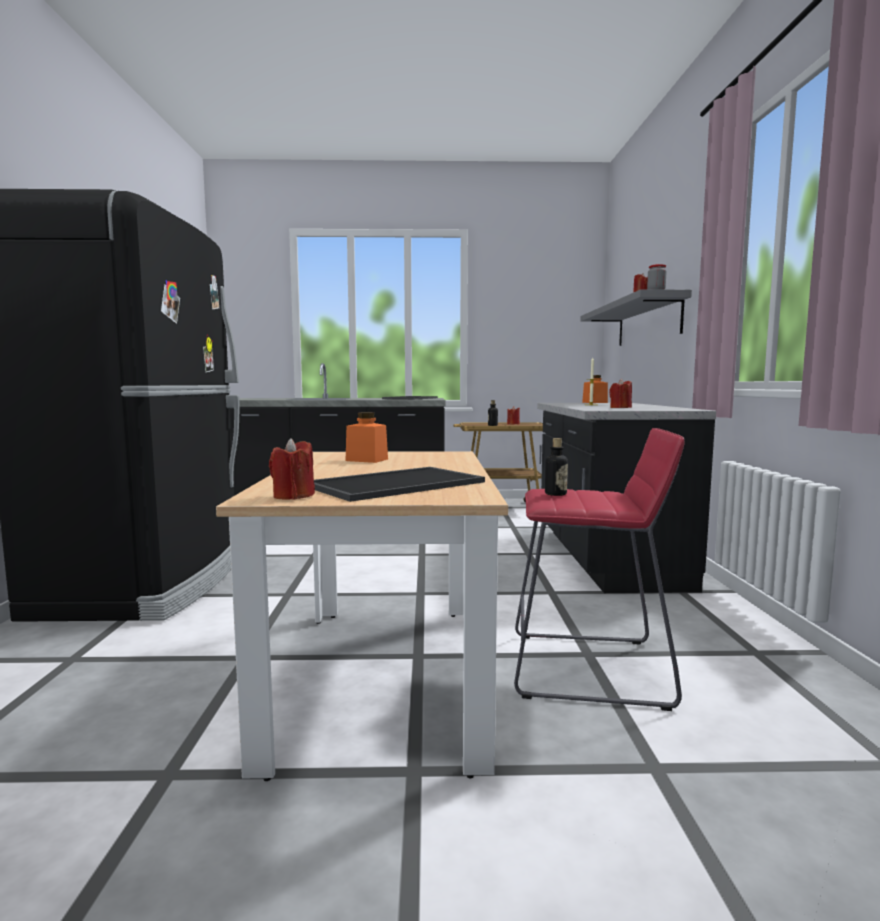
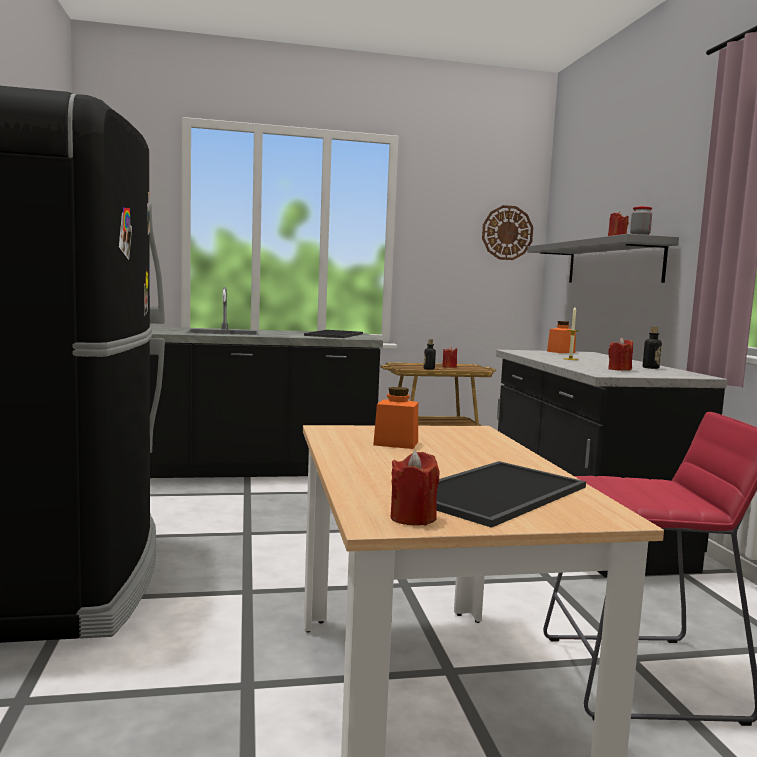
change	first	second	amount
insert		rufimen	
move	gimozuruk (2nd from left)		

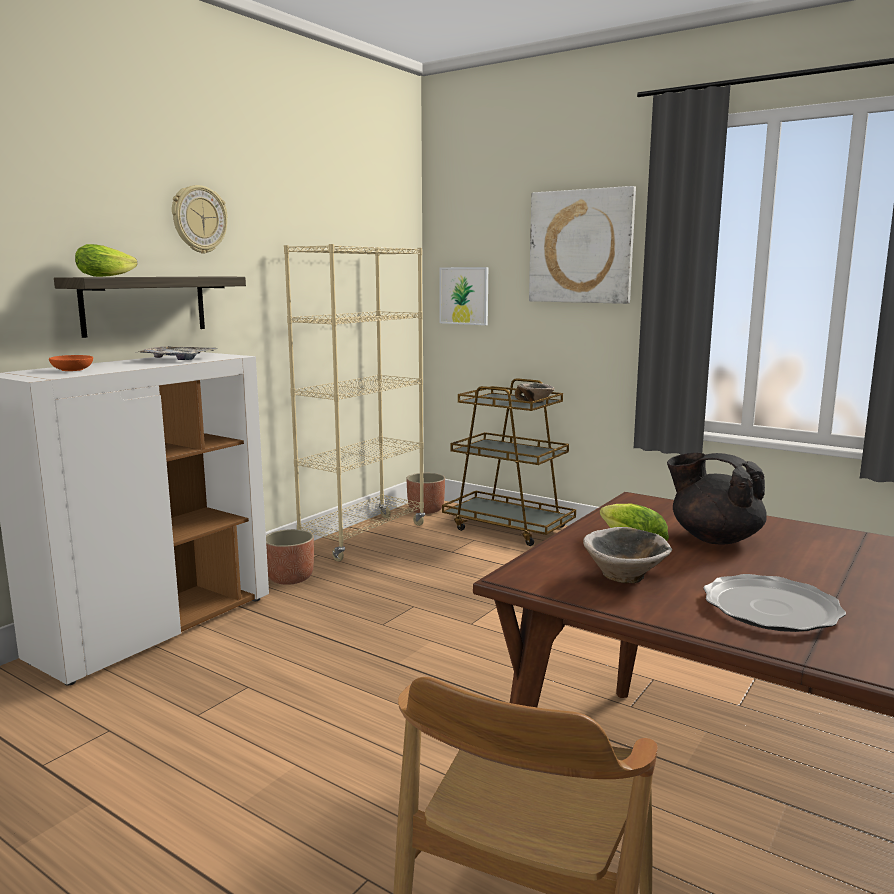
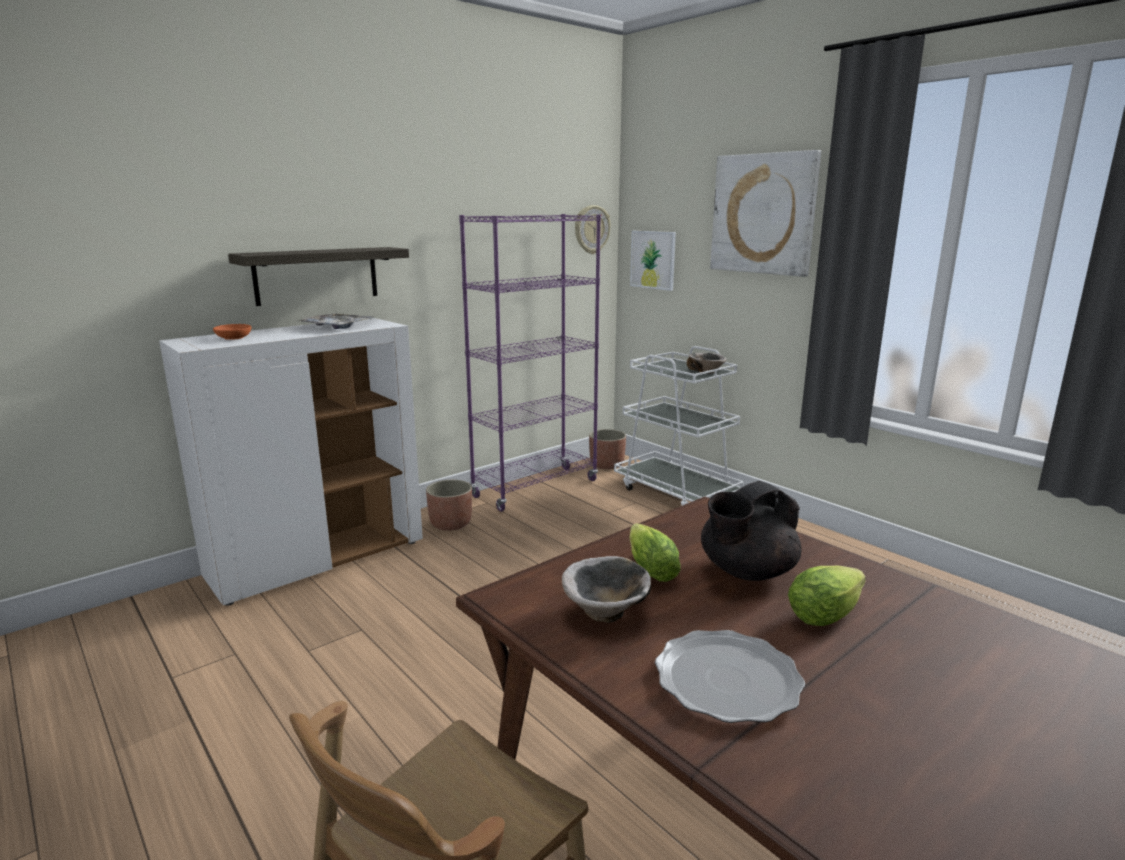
change	first	second	amount
recolor	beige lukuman	purple lukuman	
move	rufimen		
recolor	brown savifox	white savifox	
rotate	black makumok		90 degrees counterclockwise
move	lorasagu (1st from left in the first image)	lorasagu (2nd from left)	

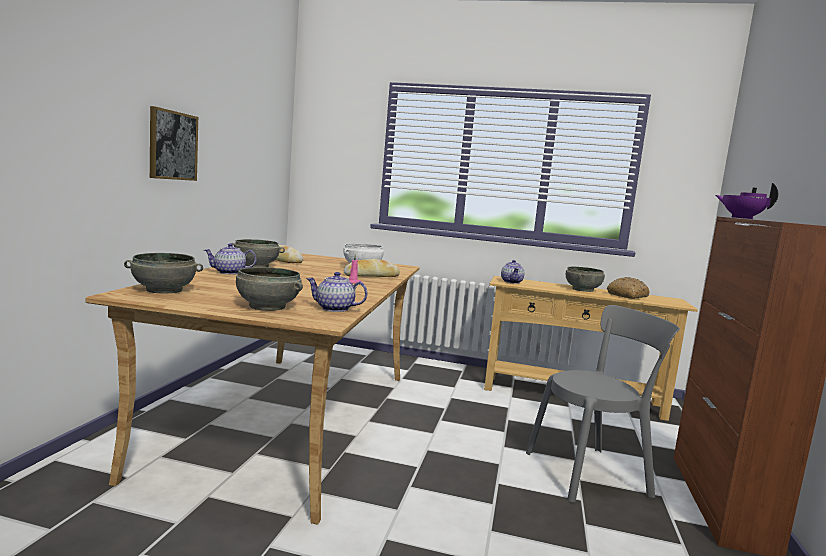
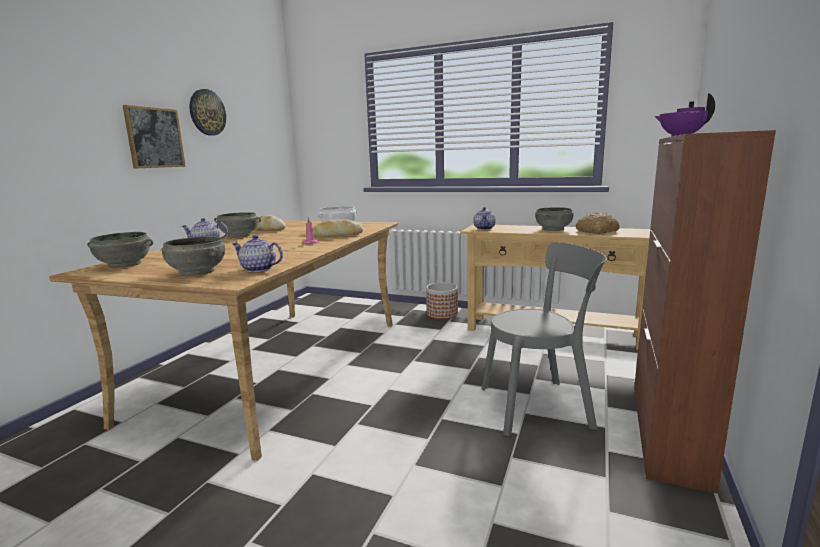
change	first	second	amount
insert		rufimen	
insert		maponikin	

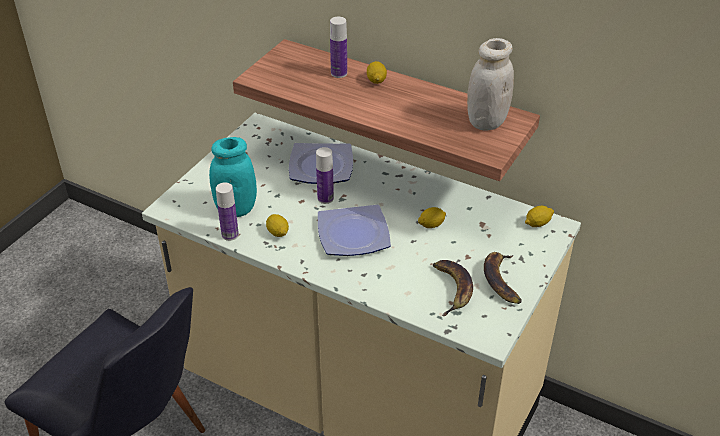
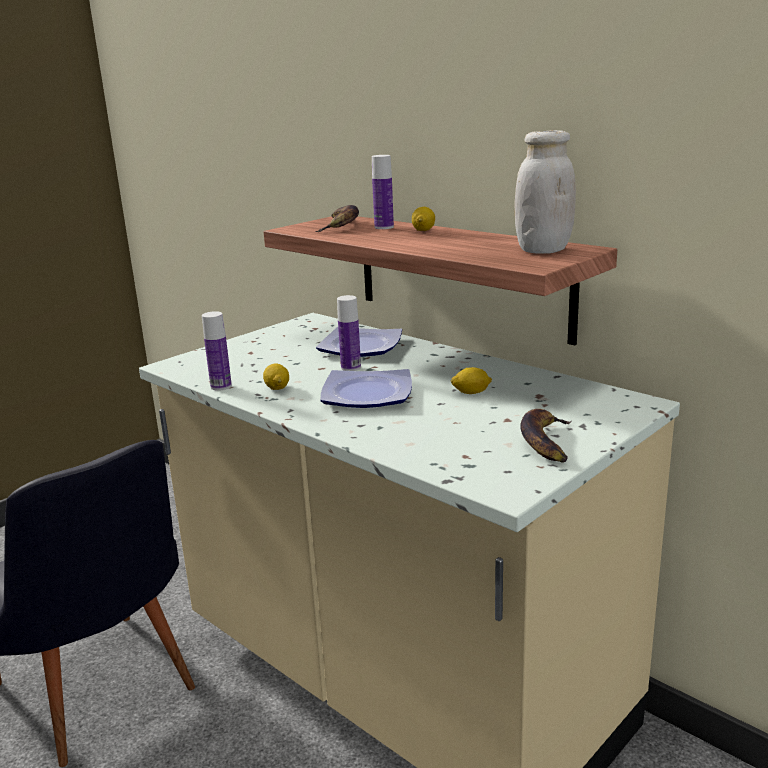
change	first	second	amount
move	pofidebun (1st from left)		
delete	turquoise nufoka		
delete	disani (4th from left)		

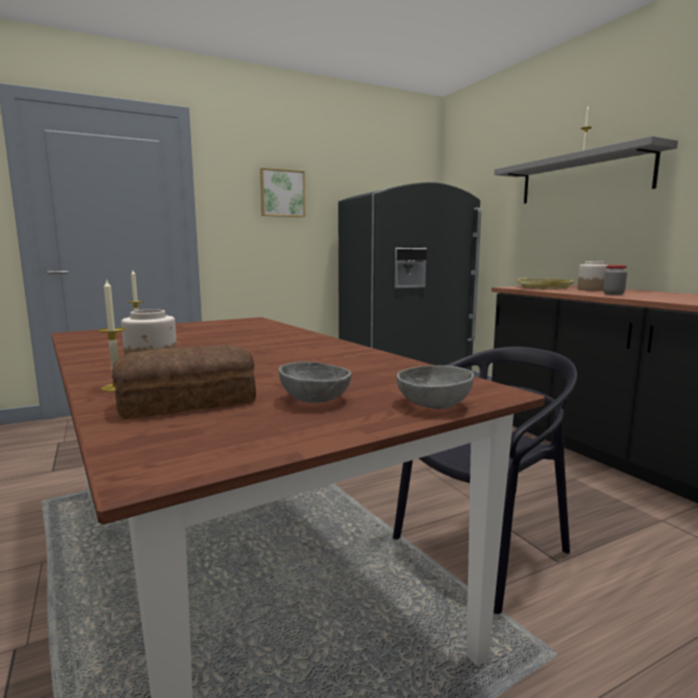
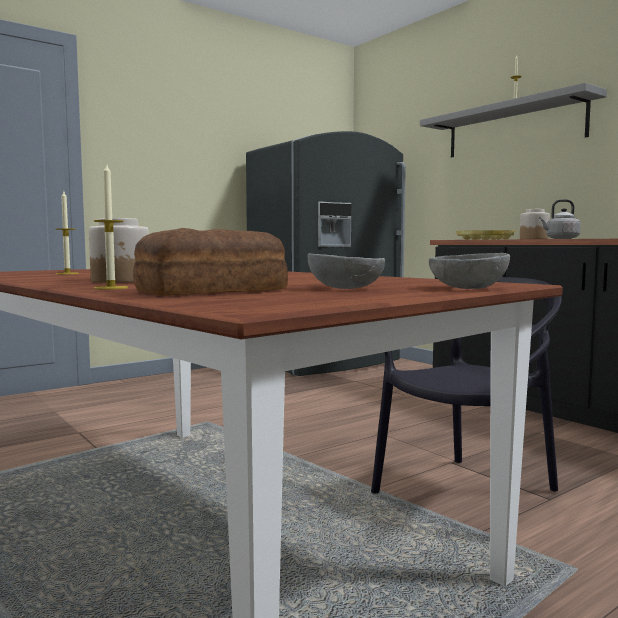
change	first	second	amount
replace	nufoka (3rd from left)	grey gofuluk	
delete	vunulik		

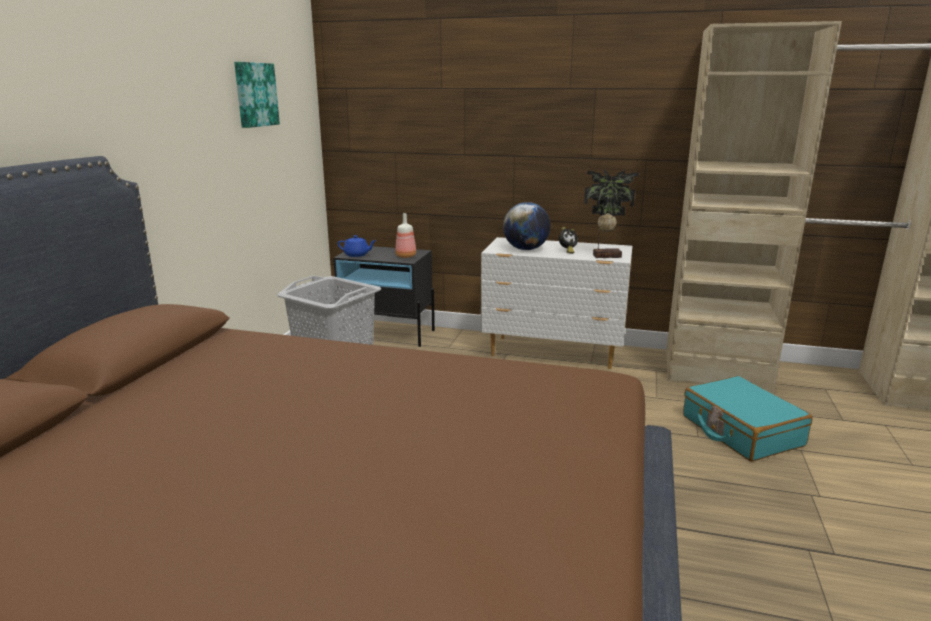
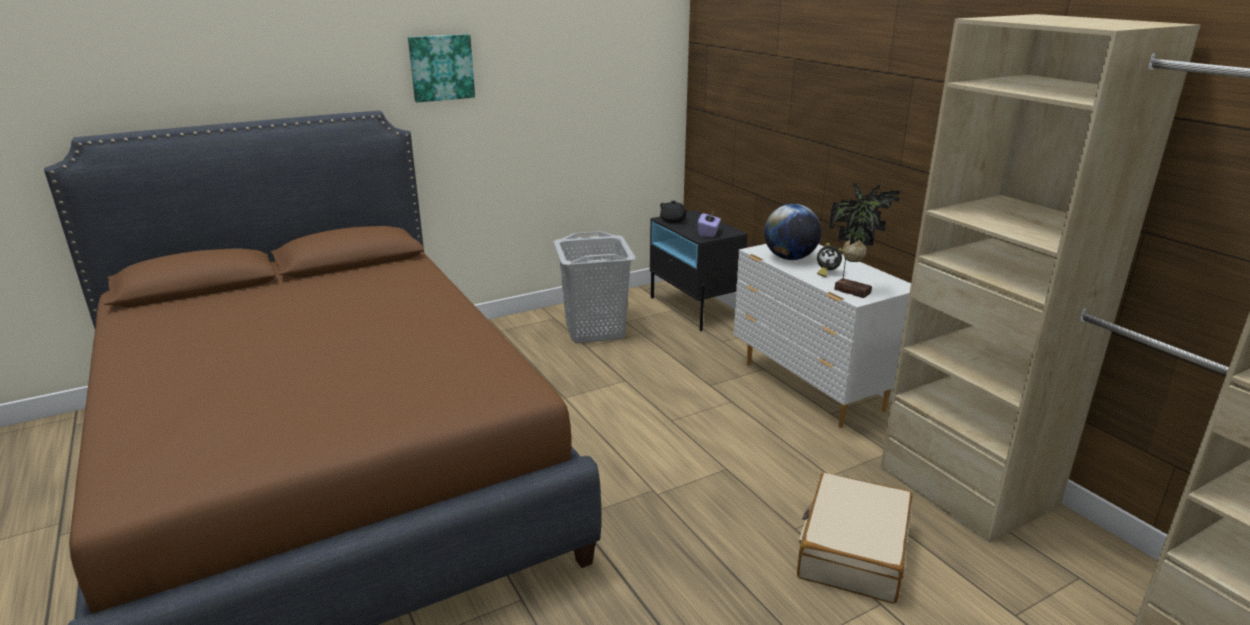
change	first	second	amount
move	vunulik		
recolor	blue makumok	black makumok	
replace	gimozuruk	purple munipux	
recolor	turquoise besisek	beige besisek	

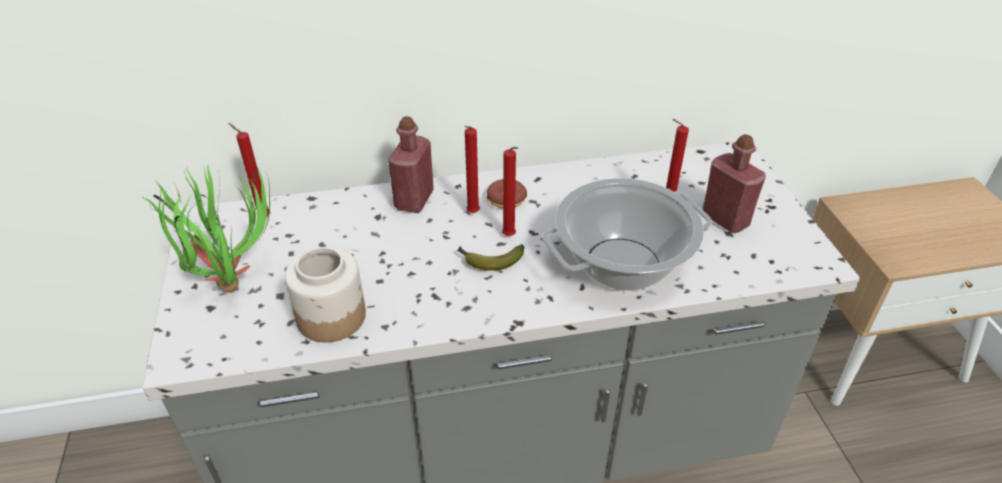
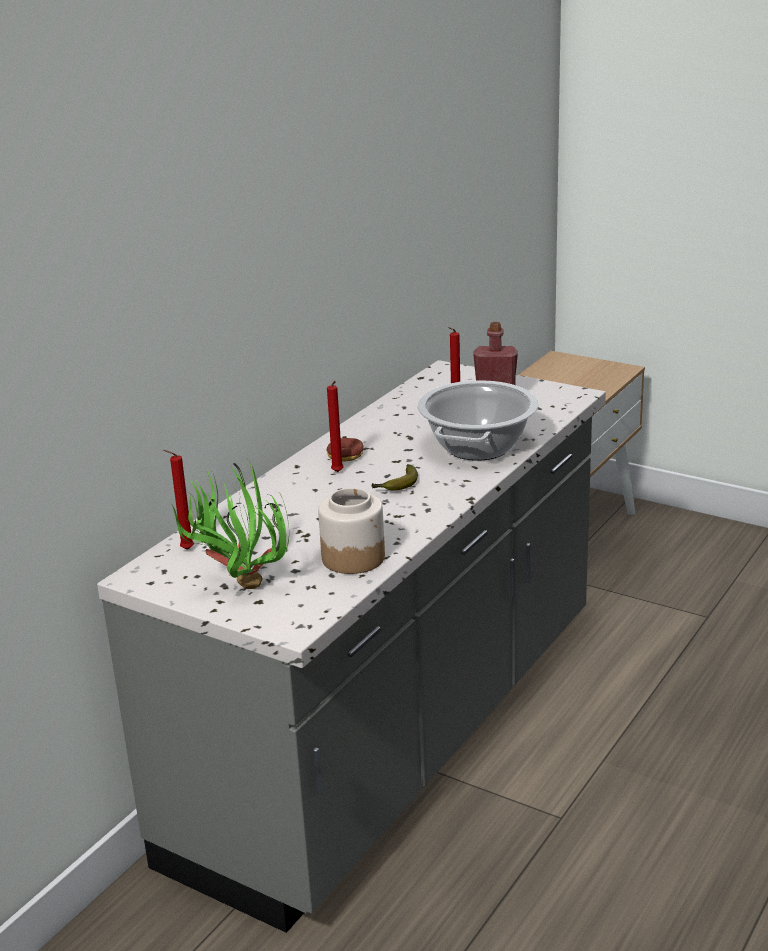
change	first	second	amount
delete	red gimozuruk (1st from left)		
delete	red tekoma (3rd from left)		

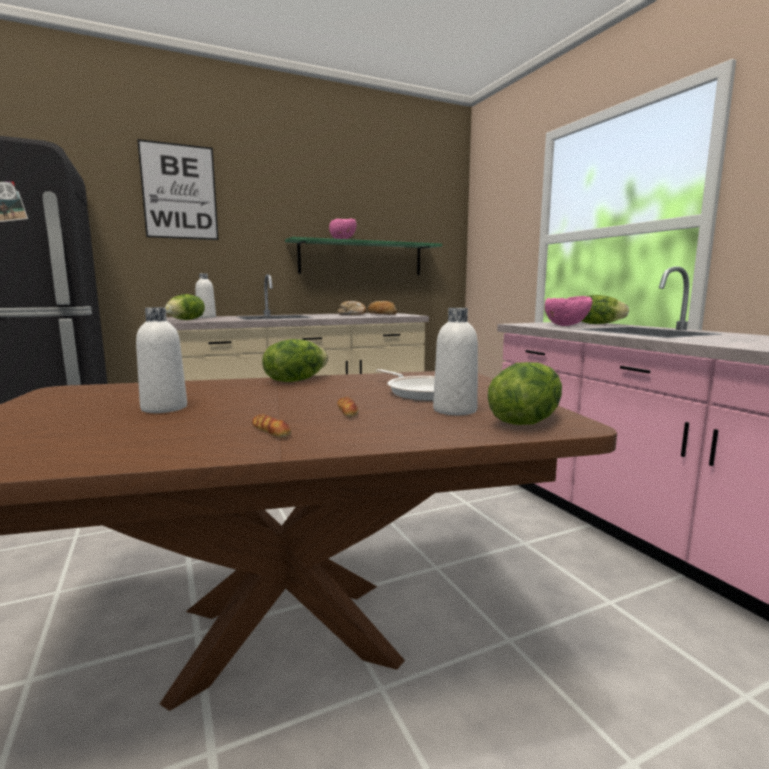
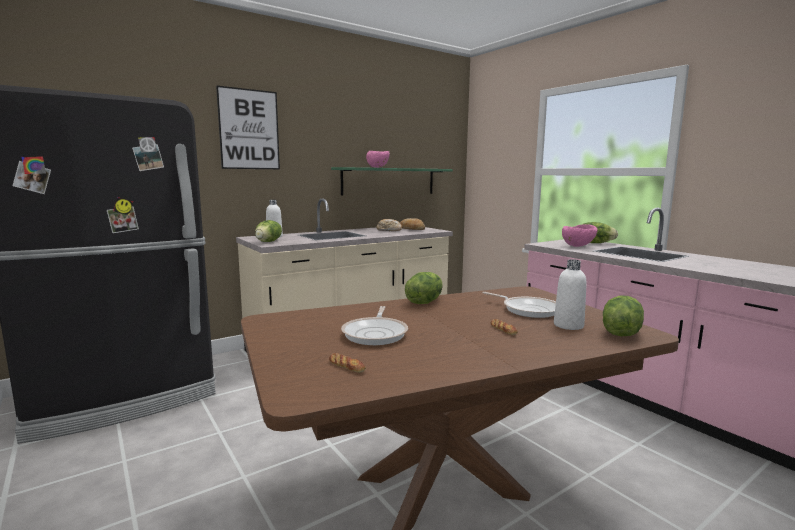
change	first	second	amount
move	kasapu (1st from left)		
replace	white gimozuruk (1st from left)	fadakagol (1st from left)	

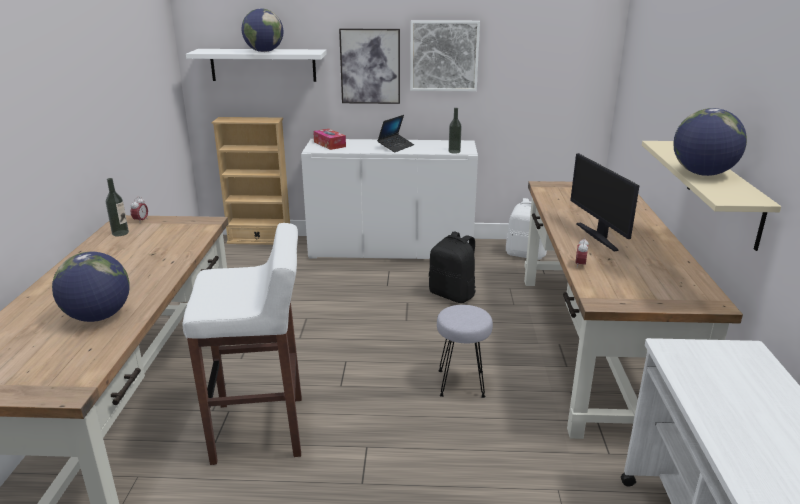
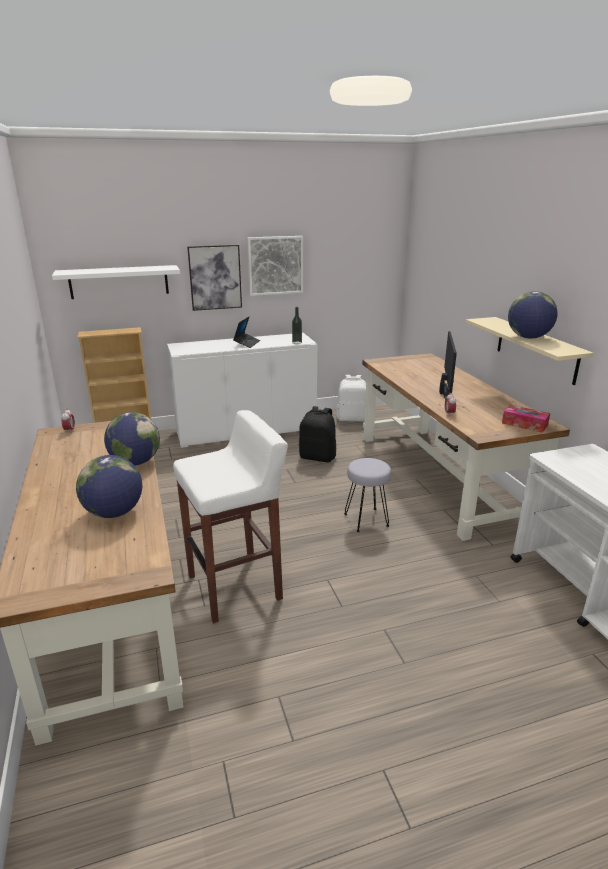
change	first	second	amount
move	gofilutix (2nd from left)		
rotate	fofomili		135 degrees counterclockwise
move	munipux		
delete	gimozuruk (1st from left)		

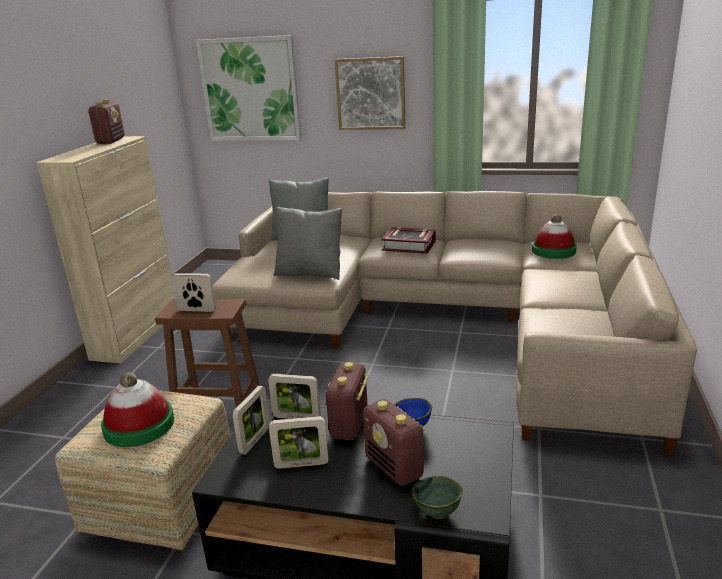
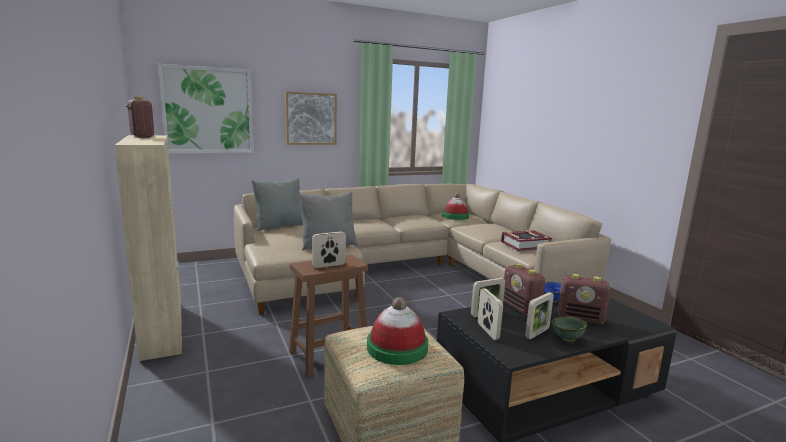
change	first	second	amount
move	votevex		
move	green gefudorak		

